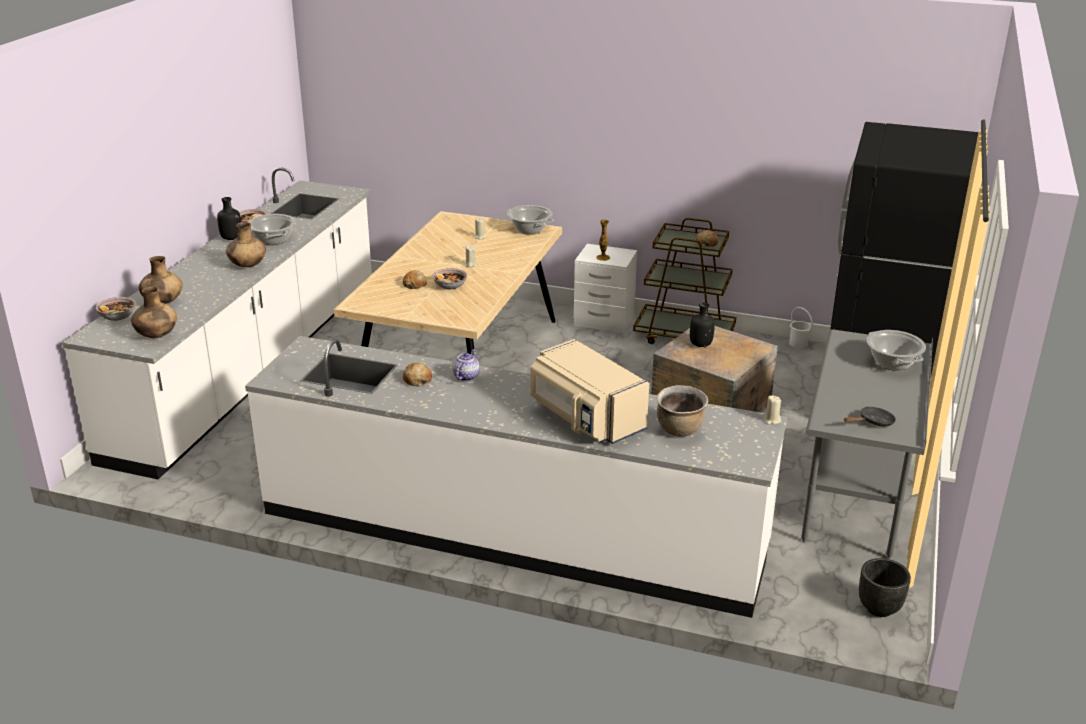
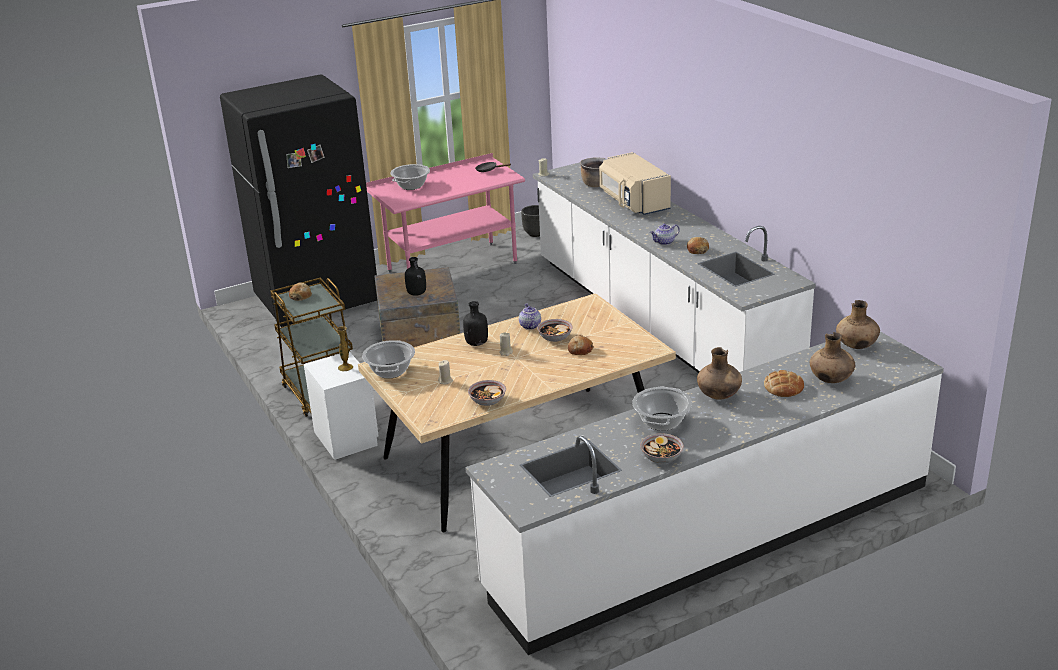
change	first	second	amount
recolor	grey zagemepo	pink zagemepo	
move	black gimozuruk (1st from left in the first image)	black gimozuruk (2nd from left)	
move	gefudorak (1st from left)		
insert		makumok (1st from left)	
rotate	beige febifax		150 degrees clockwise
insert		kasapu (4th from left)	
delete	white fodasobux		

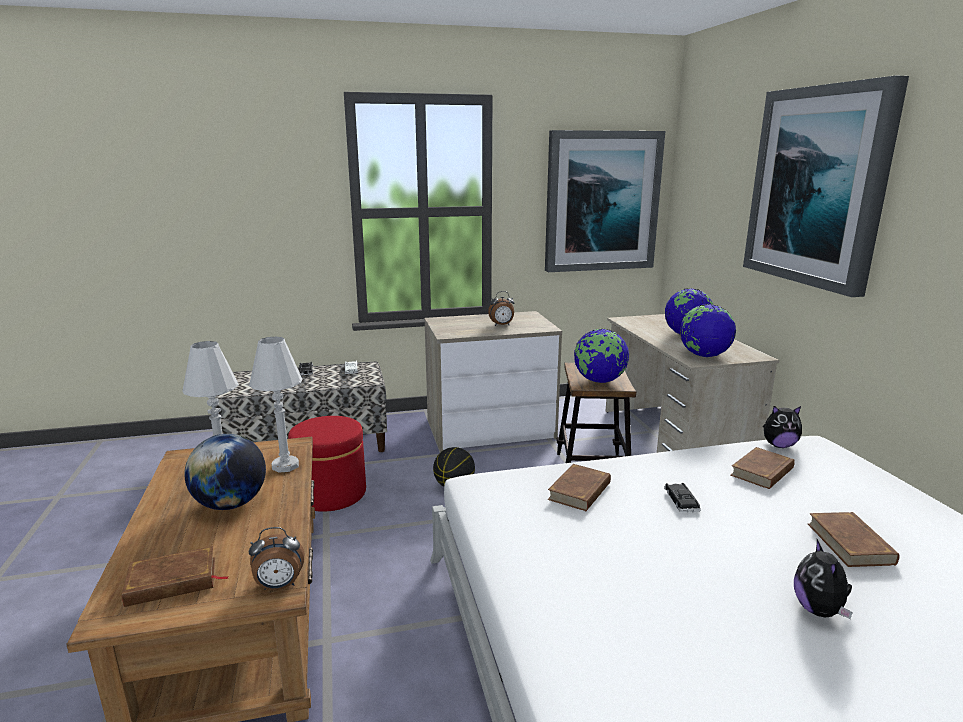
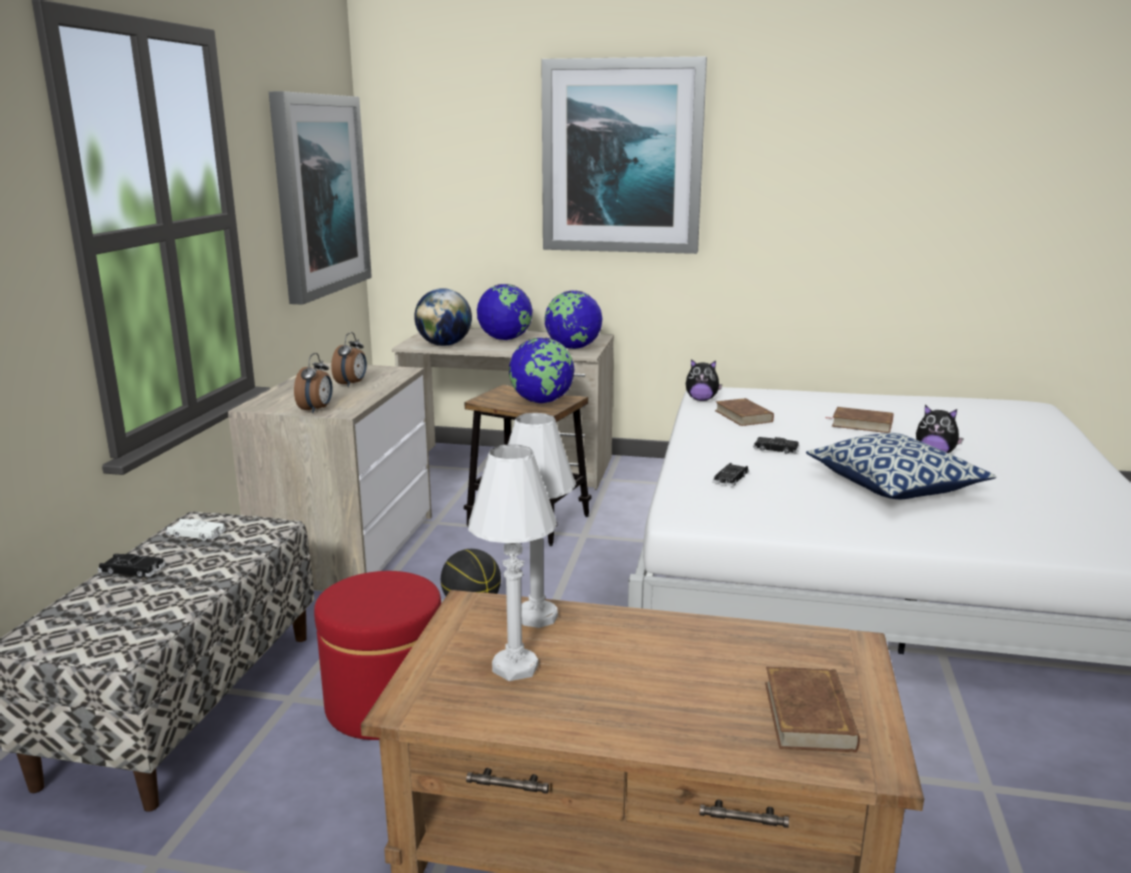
change	first	second	amount
move	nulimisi (1st from left)		
move	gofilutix (1st from left)		
rotate	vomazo (1st from left)		75 degrees clockwise
replace	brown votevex (2nd from left)	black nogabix (2nd from left)	
insert		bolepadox	

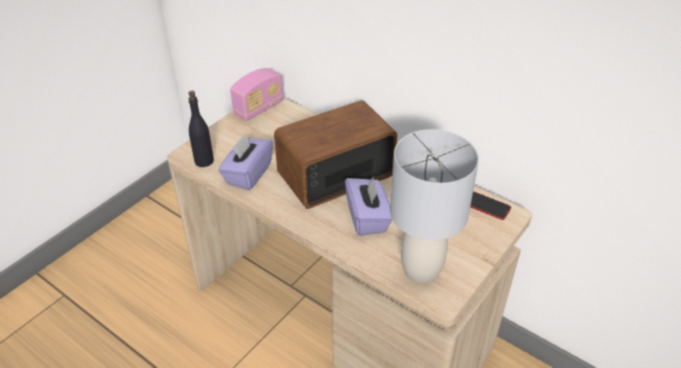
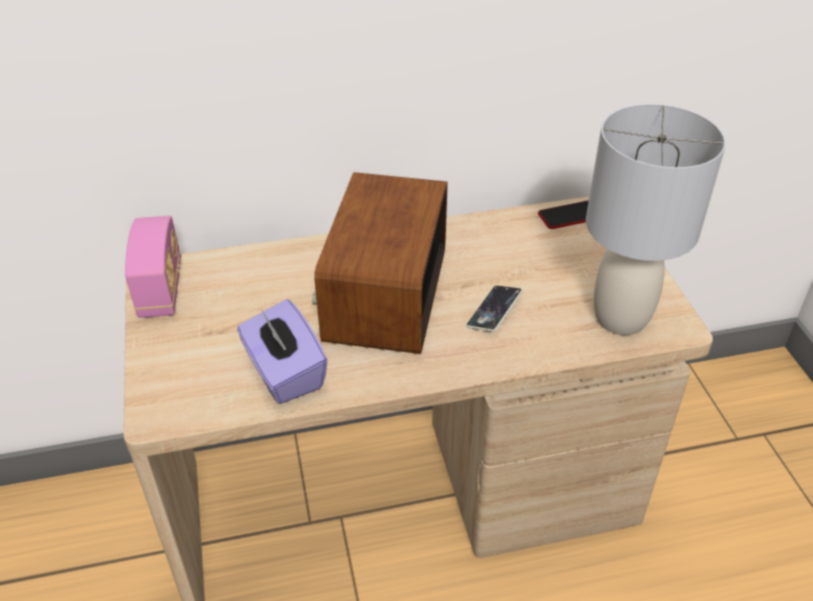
change	first	second	amount
replace	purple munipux (2nd from left)	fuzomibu (1st from left)	
delete	black gimozuruk		

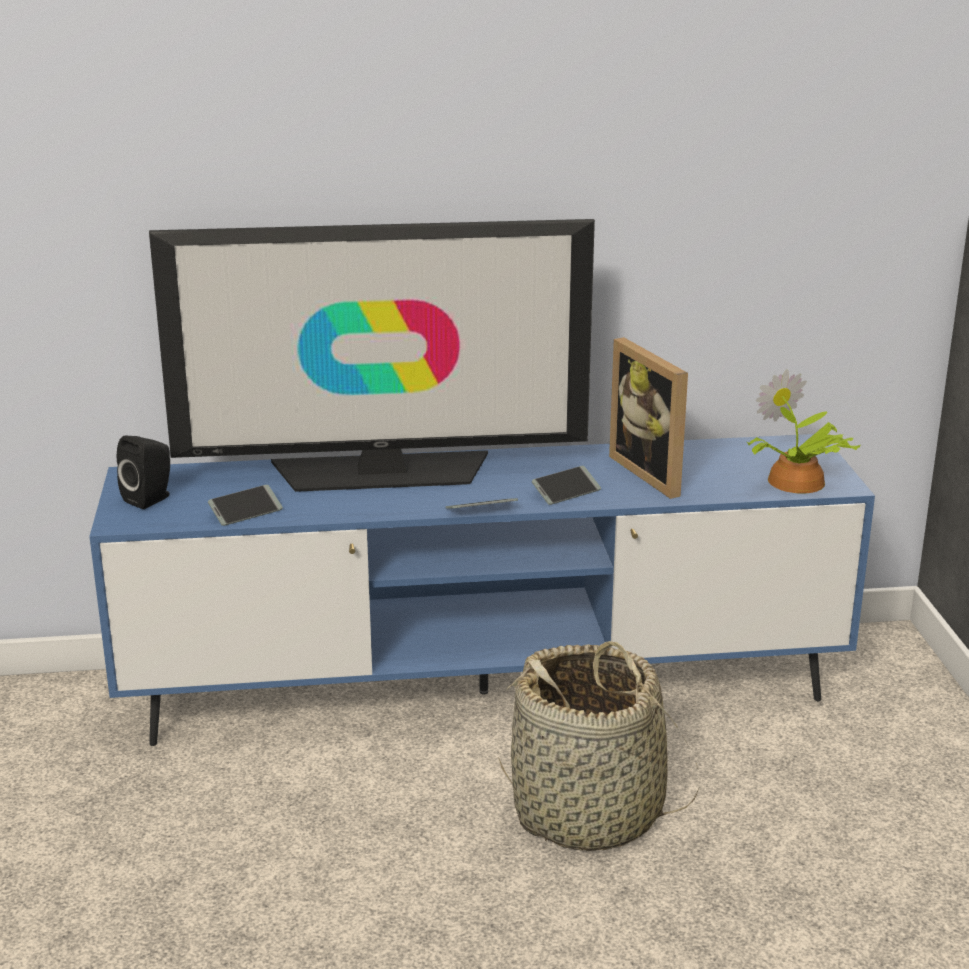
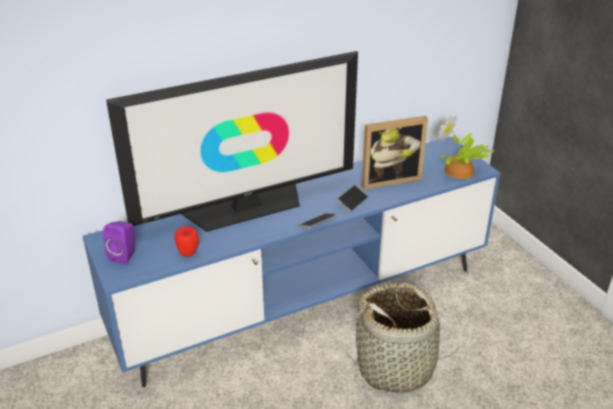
change	first	second	amount
recolor	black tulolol	purple tulolol	
replace	fuzomibu (1st from left)	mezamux	
rotate	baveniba		60 degrees counterclockwise

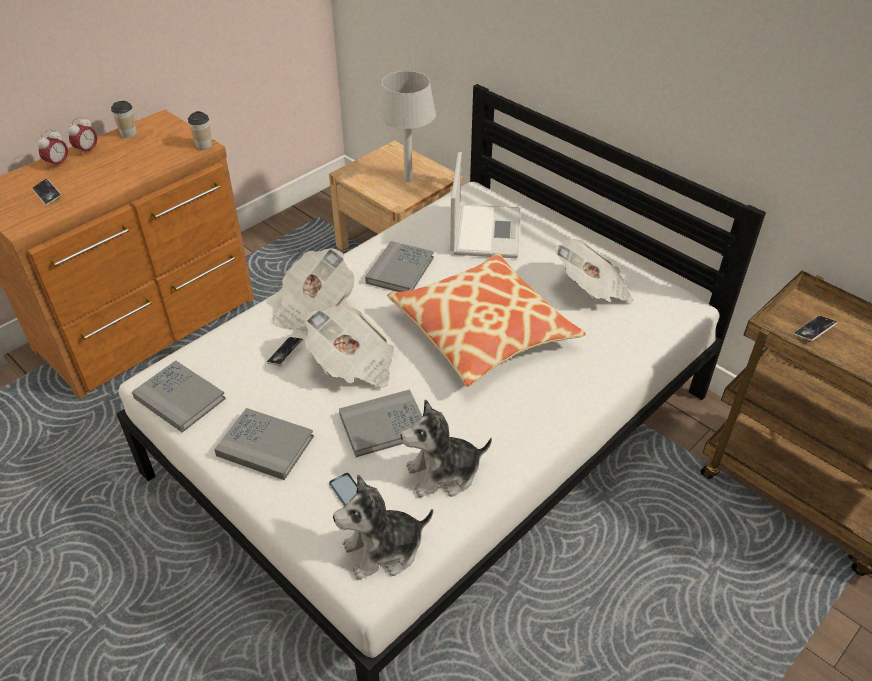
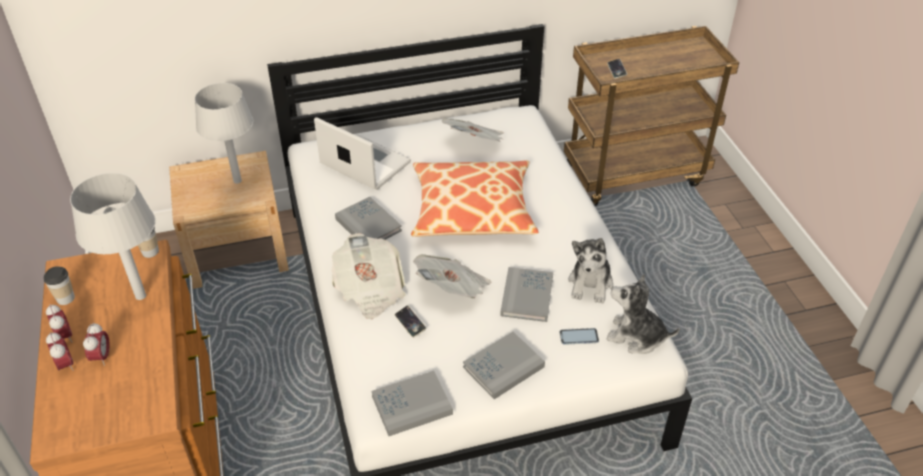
change	first	second	amount
insert		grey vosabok (1st from left)	
insert		nulimisi (3rd from left)	
rotate	vomazo (1st from left in the first image)	vomazo (2nd from left)	105 degrees clockwise
delete	fuzomibu (1st from left)		

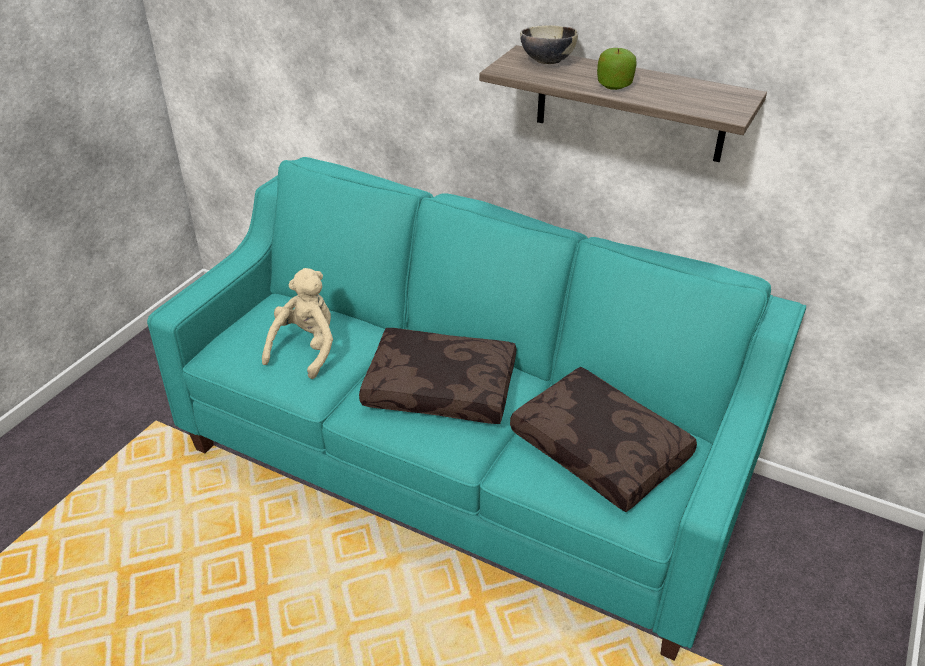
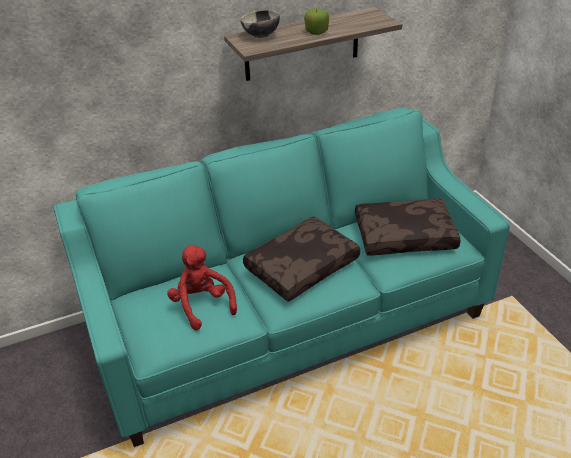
change	first	second	amount
recolor	beige vomazo	red vomazo	

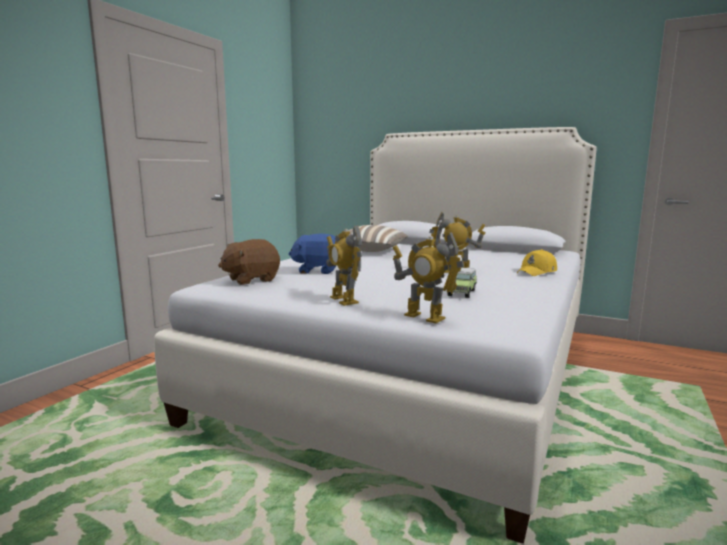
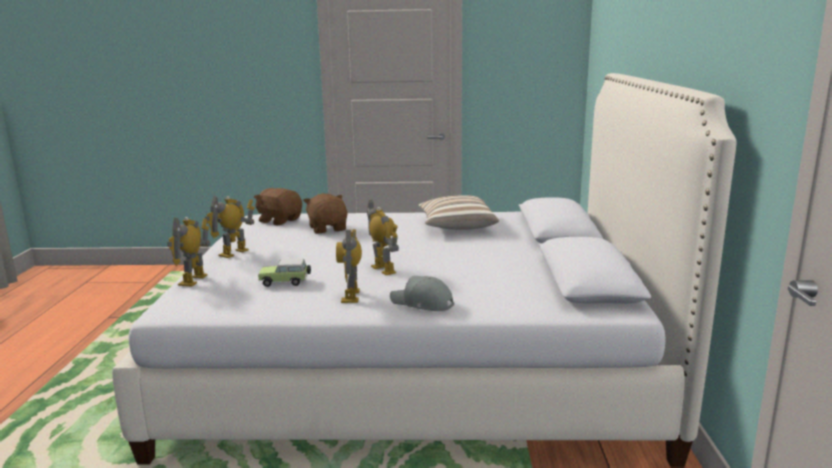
change	first	second	amount
recolor	blue vomazo	brown vomazo (2nd from left)	
insert		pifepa (3rd from left)	
recolor	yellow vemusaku	grey vemusaku	

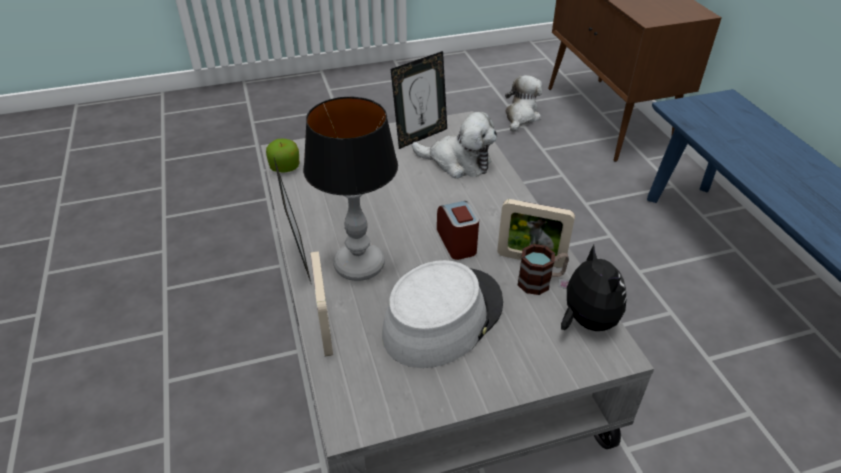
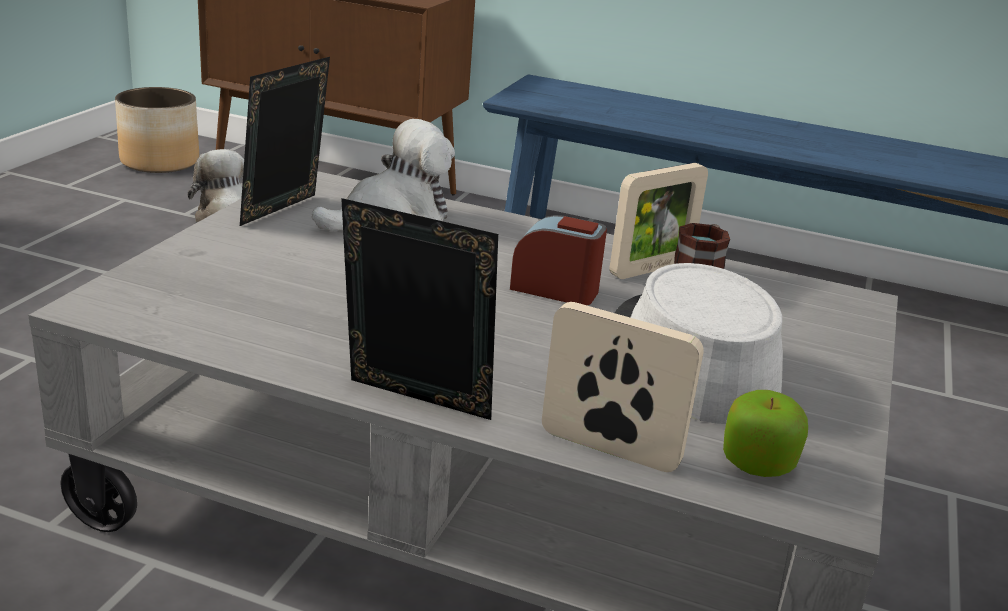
change	first	second	amount
insert		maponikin	
rotate	baveniba (3rd from left in the first image)	baveniba (1st from left)	150 degrees counterclockwise
move	mezamux		
delete	vosabok		
delete	vomazo (3rd from left)		

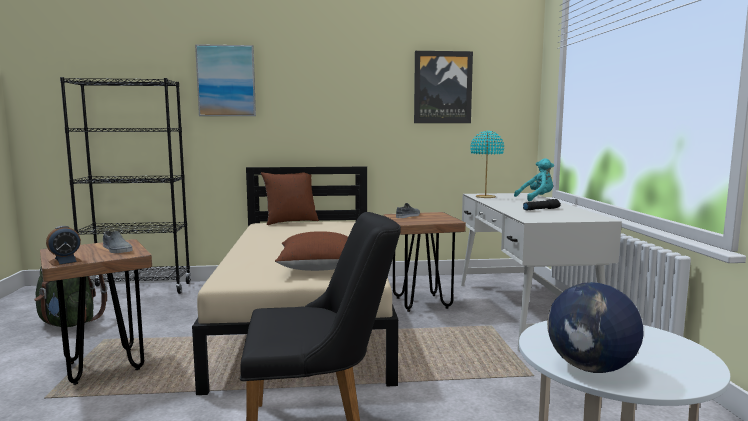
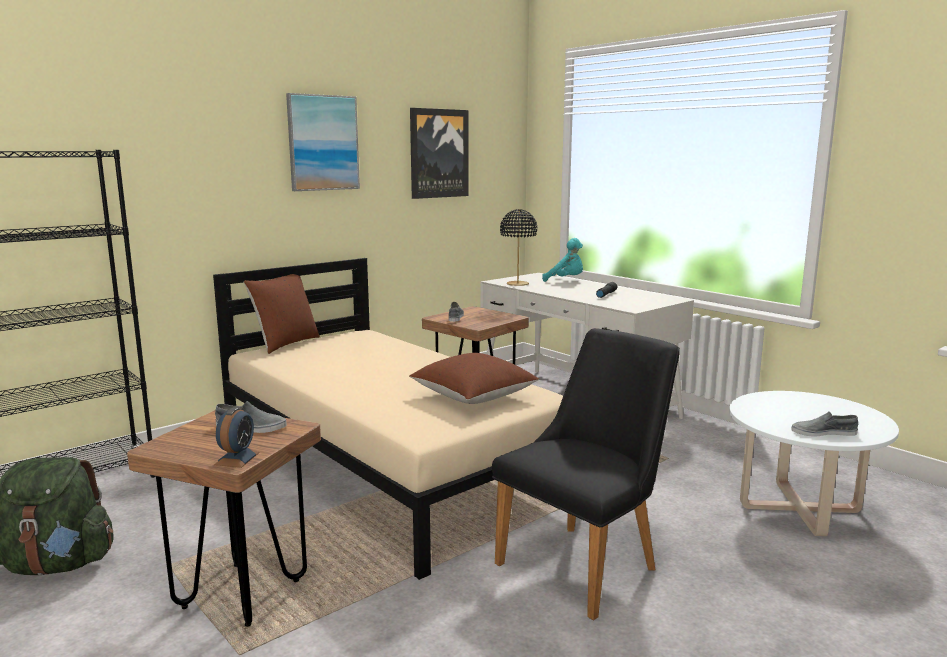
change	first	second	amount
move	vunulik (1st from left)		
recolor	turquoise vosabok	black vosabok	
rotate	turquoise vomazo		75 degrees clockwise
replace	gofilutix	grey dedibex (3rd from left)	

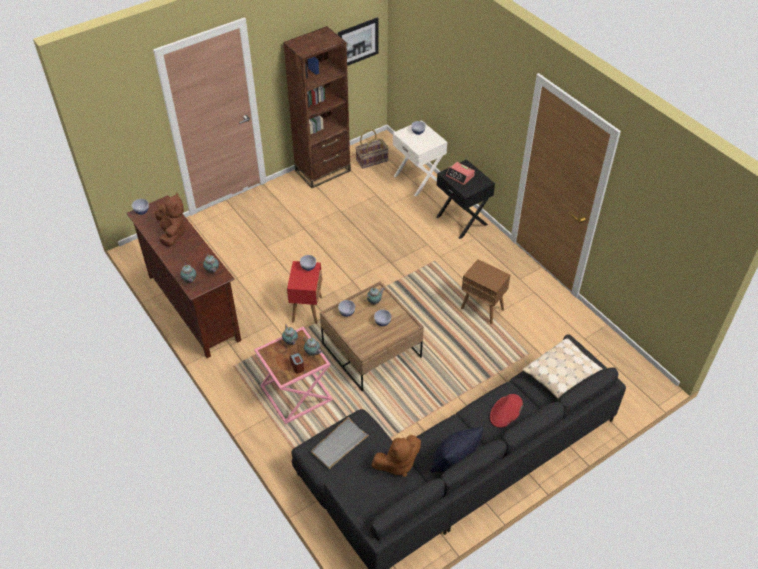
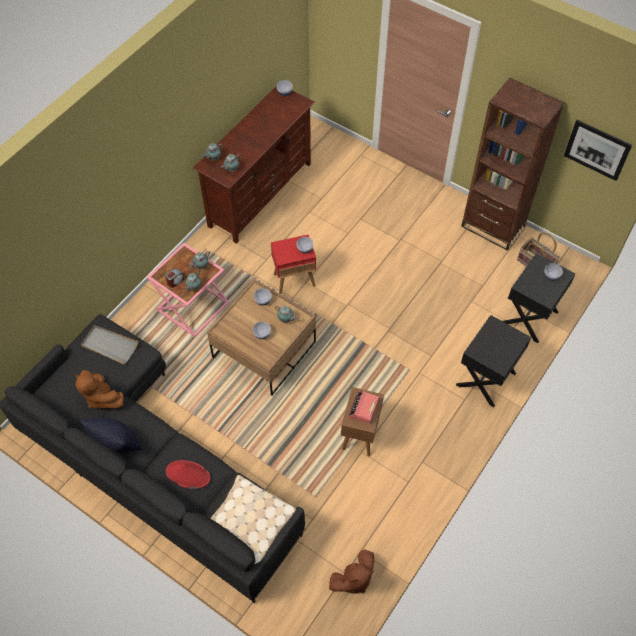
change	first	second	amount
move	brown vomazo (1st from left in the first image)	brown vomazo (2nd from left)	
move	nulimisi (2nd from left)		
recolor	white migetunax	black migetunax (2nd from left)	

